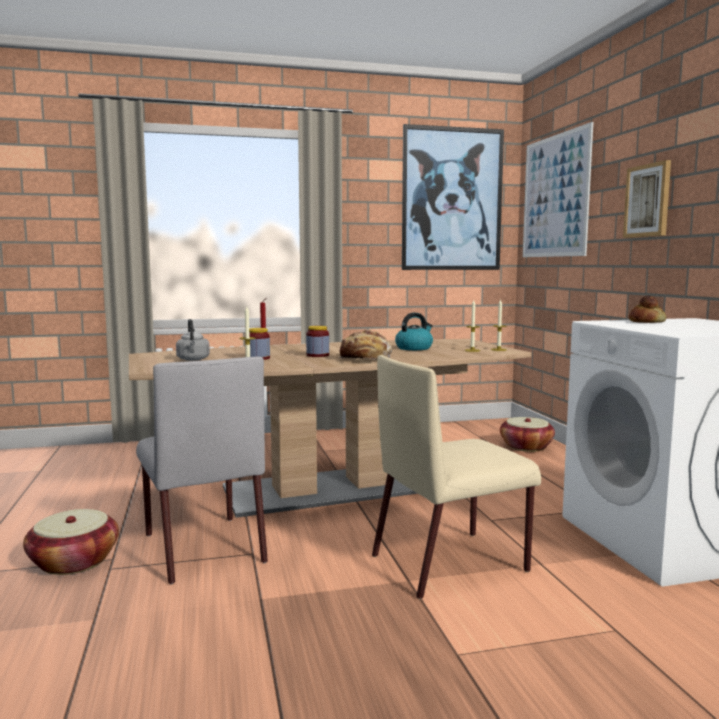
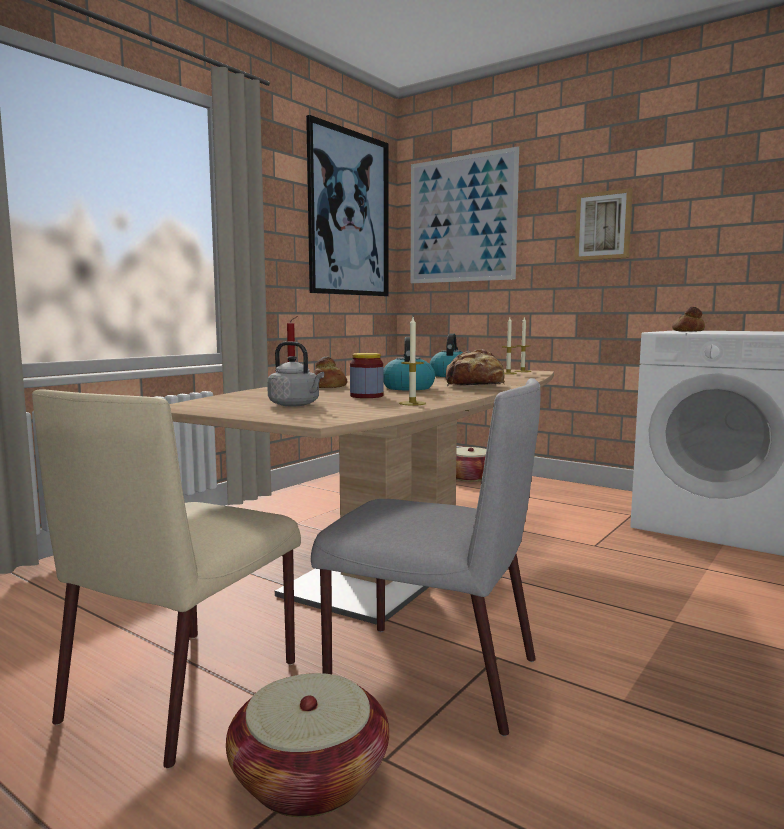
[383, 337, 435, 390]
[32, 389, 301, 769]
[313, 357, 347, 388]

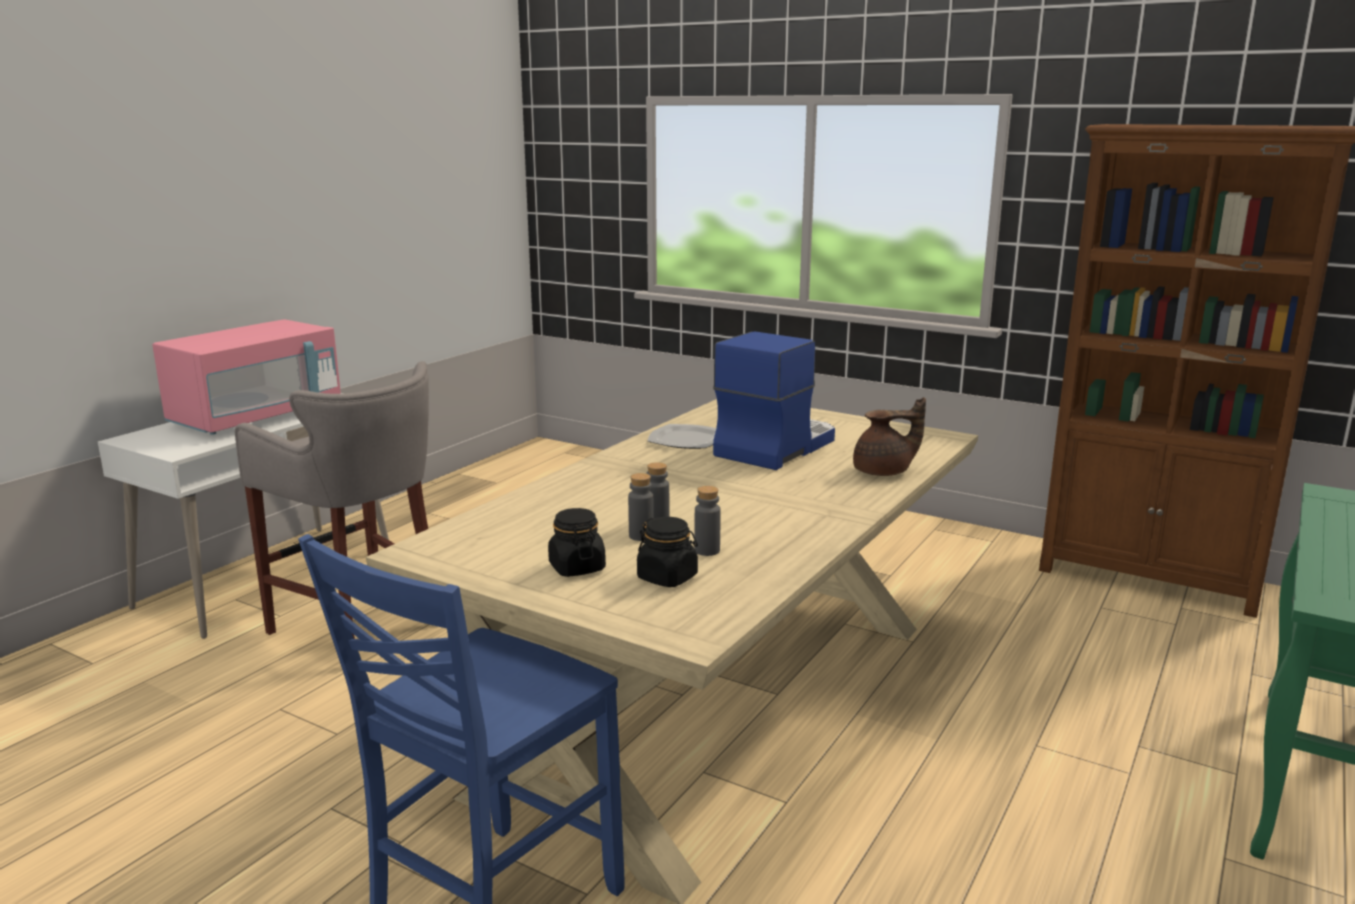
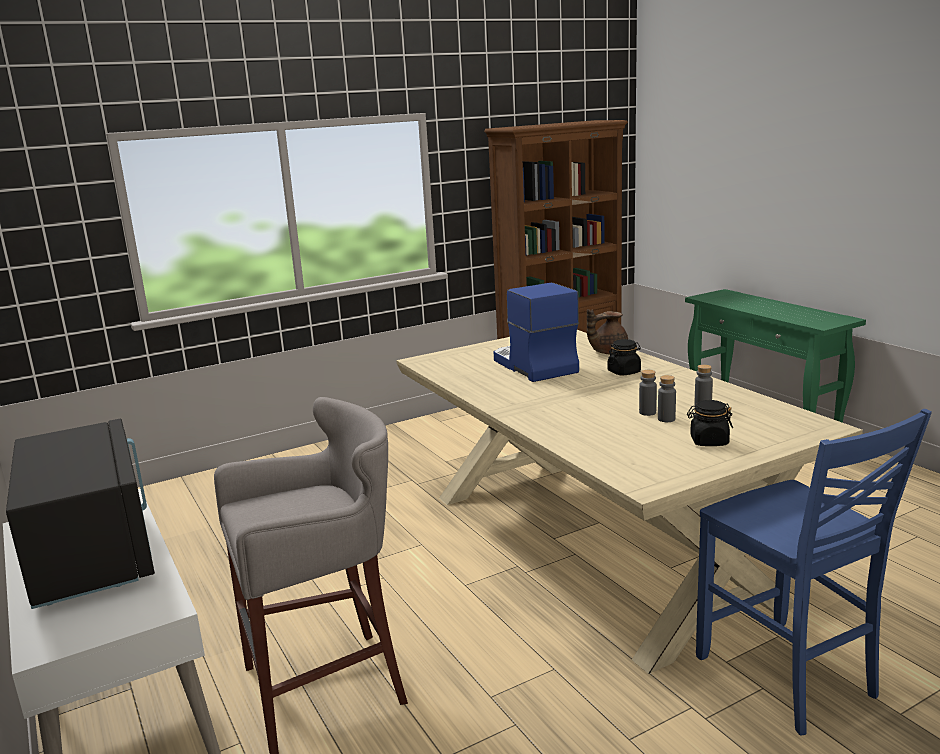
[6, 418, 155, 609]
[587, 309, 628, 354]
[648, 424, 716, 449] (first image)
[608, 339, 641, 375]

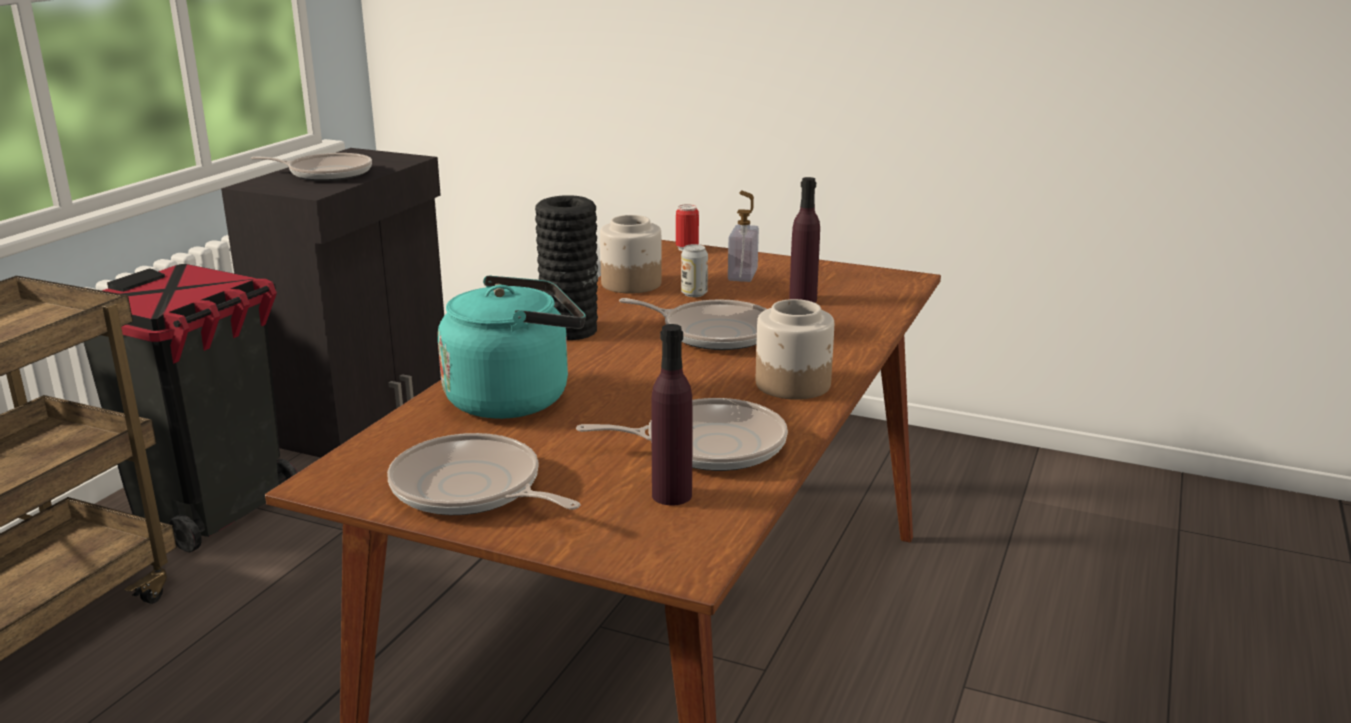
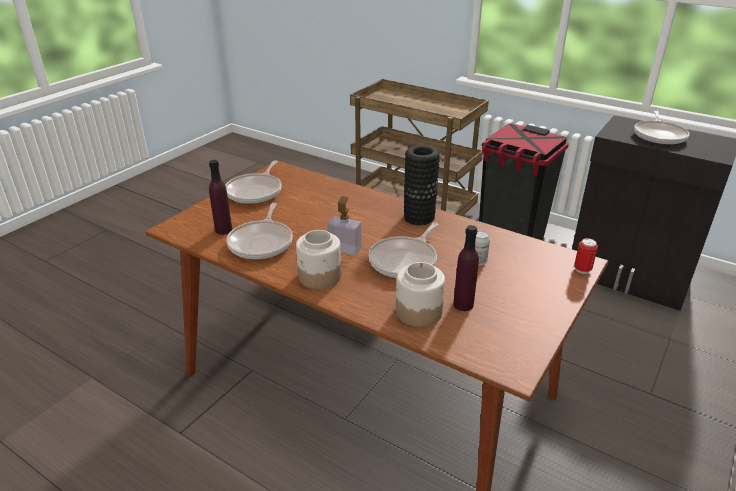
[328, 196, 361, 255]
[396, 262, 445, 327]
[438, 275, 586, 419] (first image)
[225, 160, 282, 204]

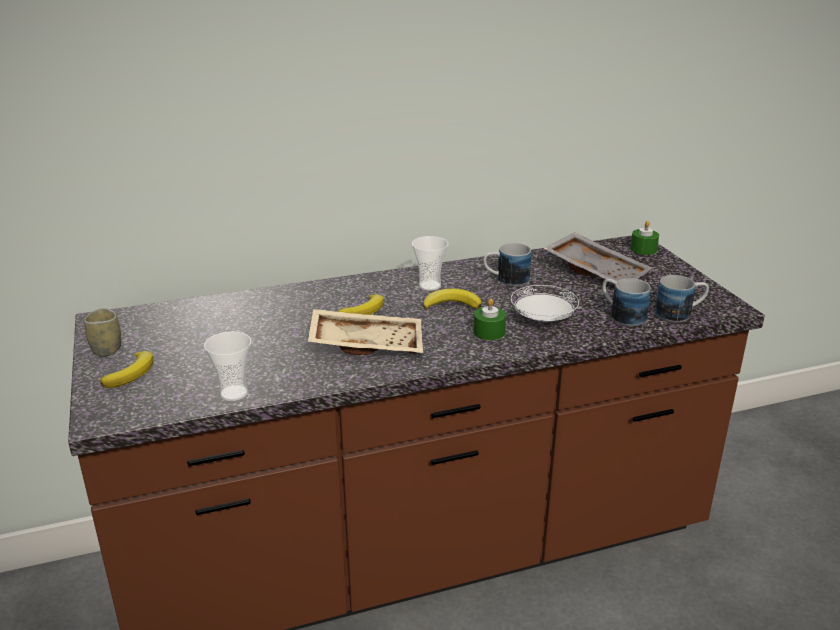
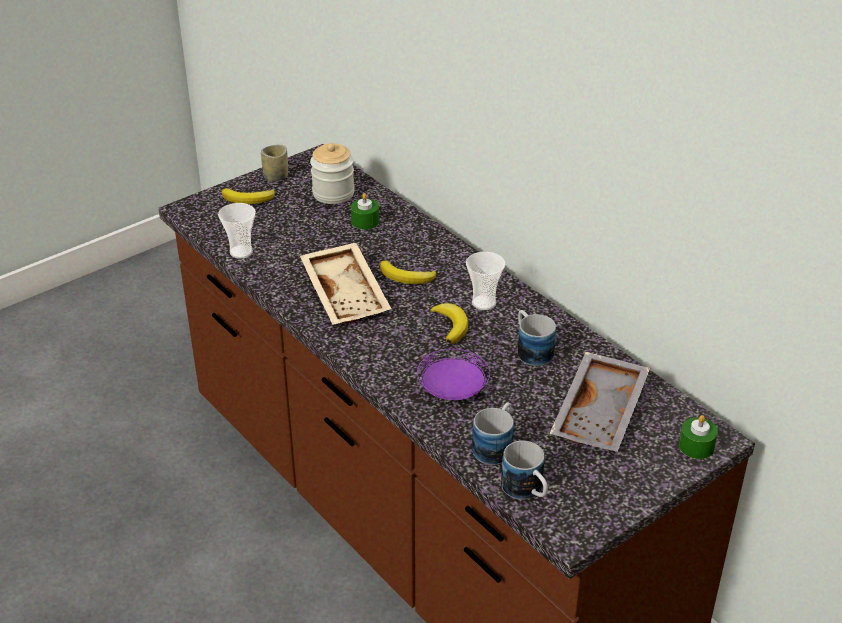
[417, 349, 490, 400]
[351, 193, 379, 230]
[310, 143, 355, 204]

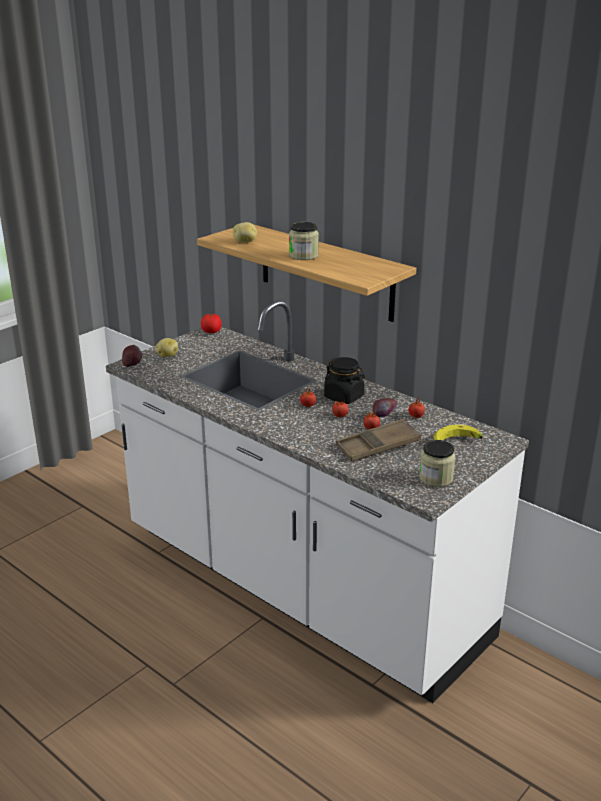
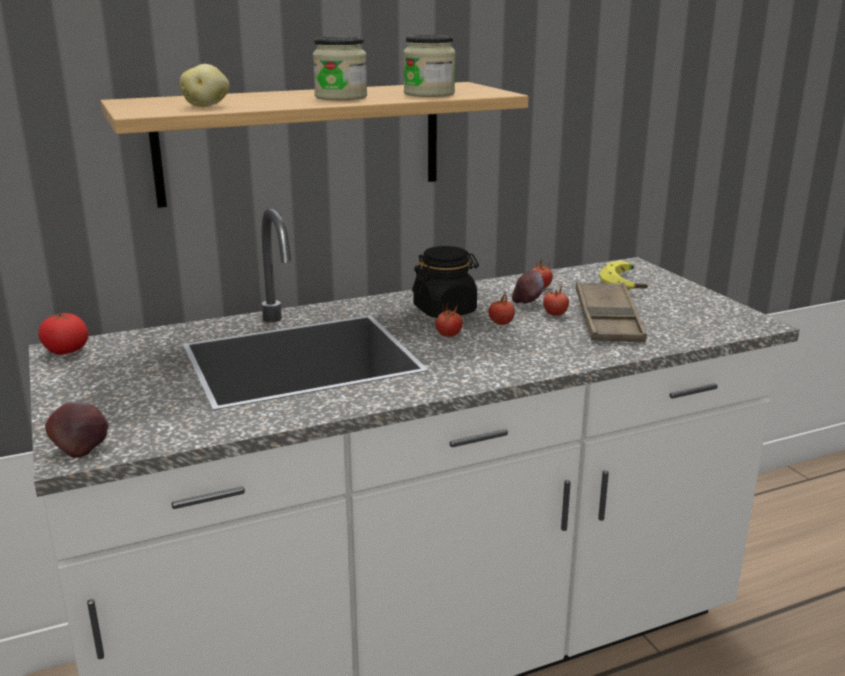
[156, 338, 178, 357] (first image)
[403, 35, 456, 97]

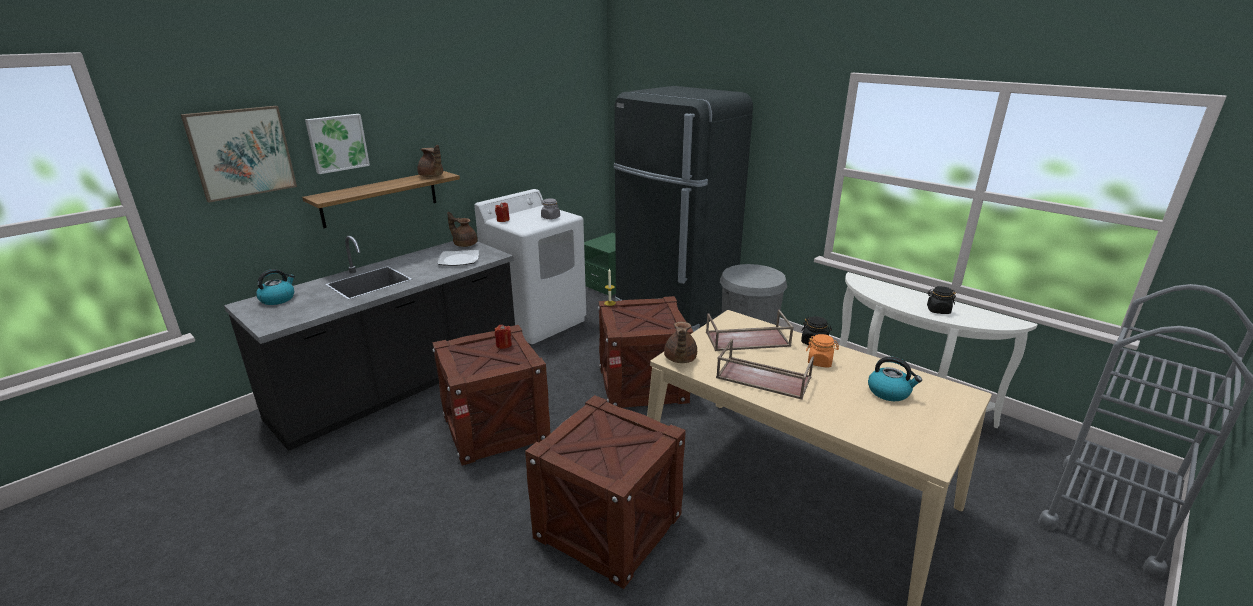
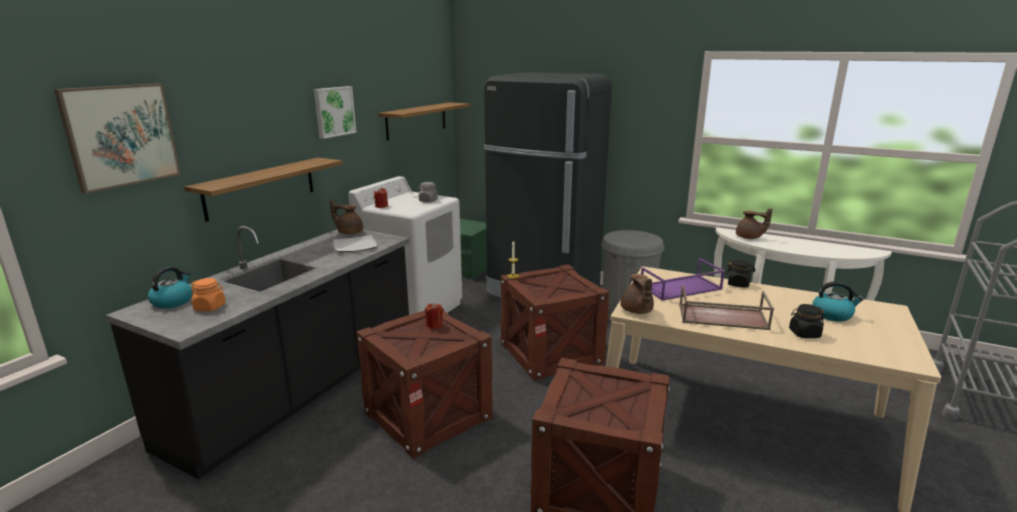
[314, 86, 356, 139]
[736, 208, 772, 239]
[789, 304, 825, 338]
[641, 258, 725, 301]
[191, 278, 226, 311]
[378, 102, 470, 141]

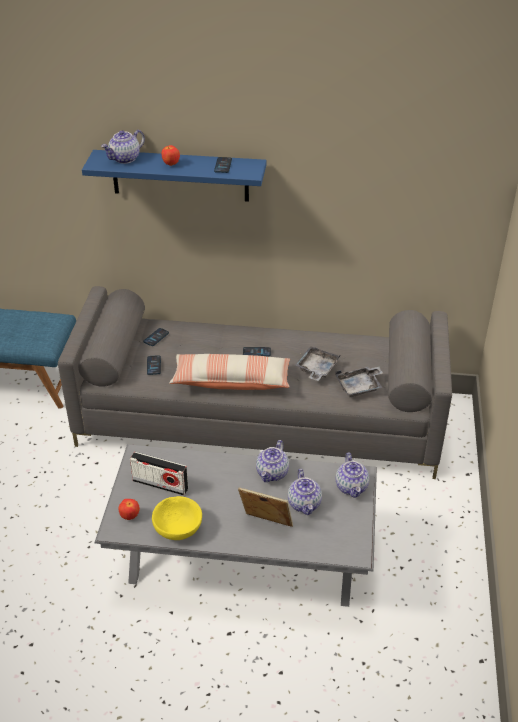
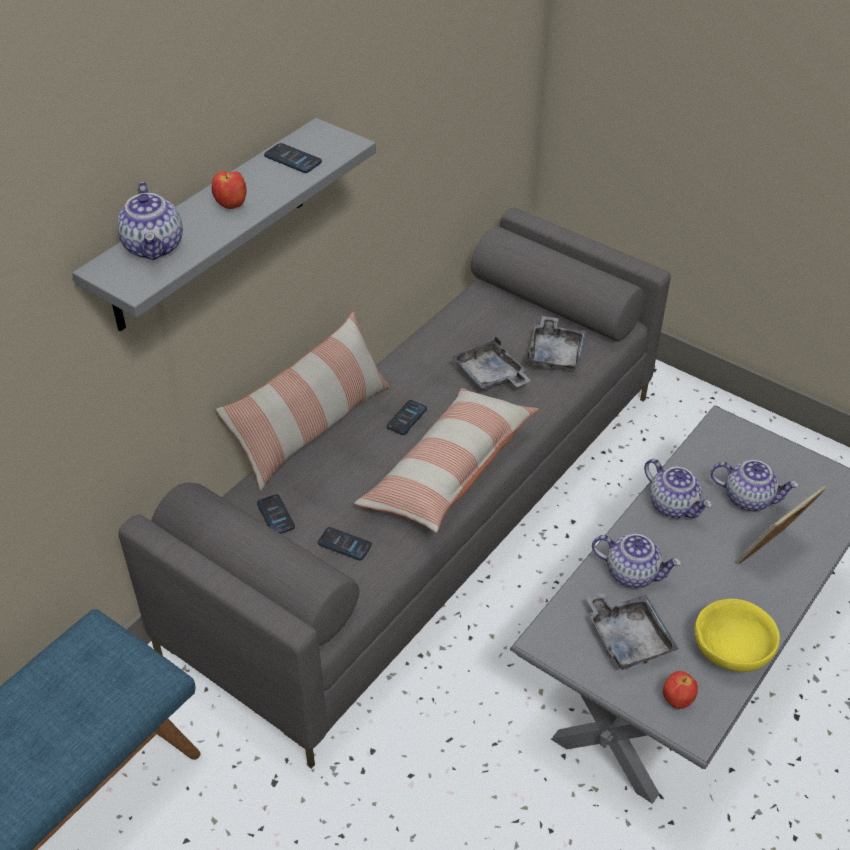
[72, 118, 376, 331]
[585, 592, 679, 670]
[592, 534, 681, 588]
[216, 312, 390, 490]

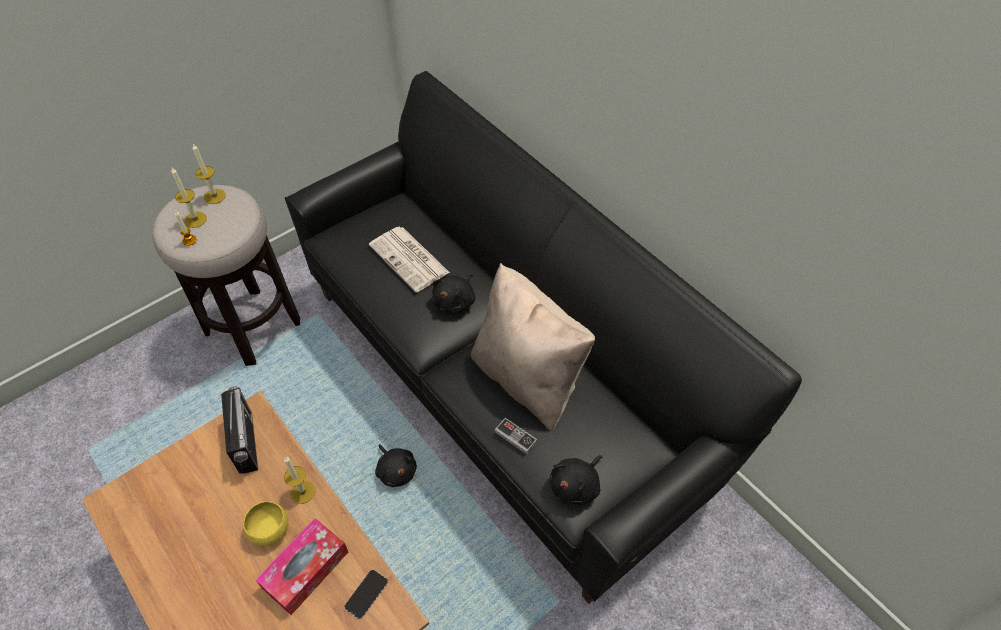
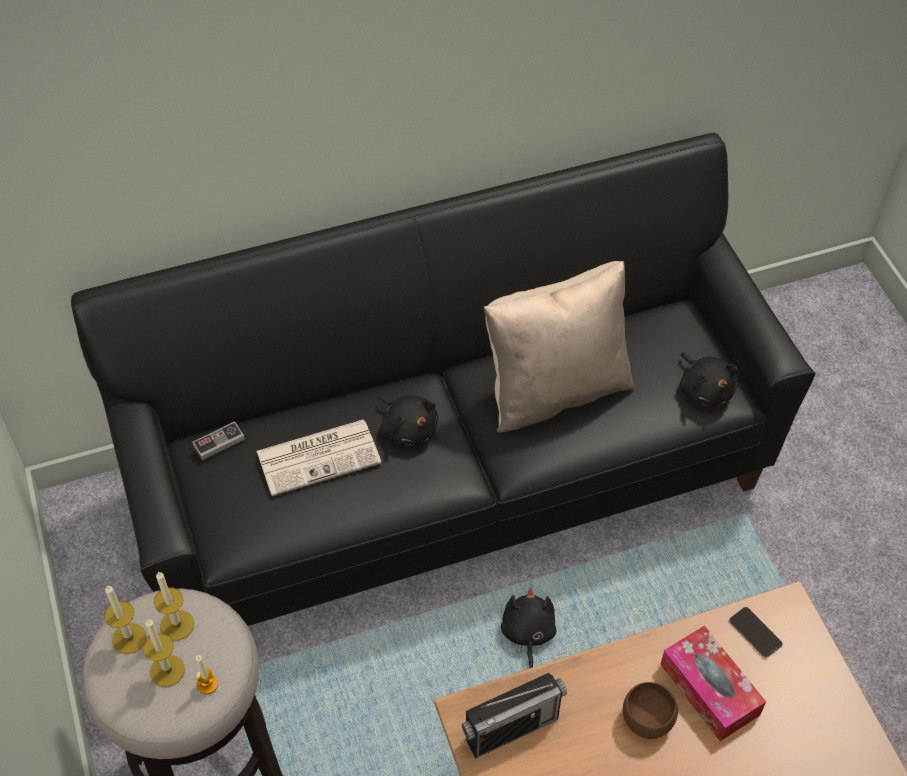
[462, 673, 567, 759]
[192, 421, 245, 460]
[501, 587, 557, 668]
[154, 571, 194, 641]
[623, 682, 678, 739]

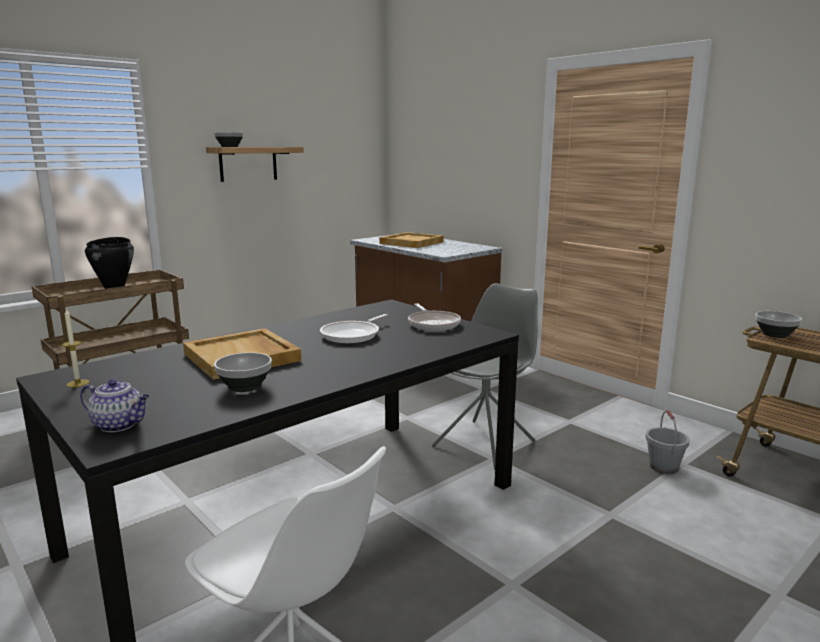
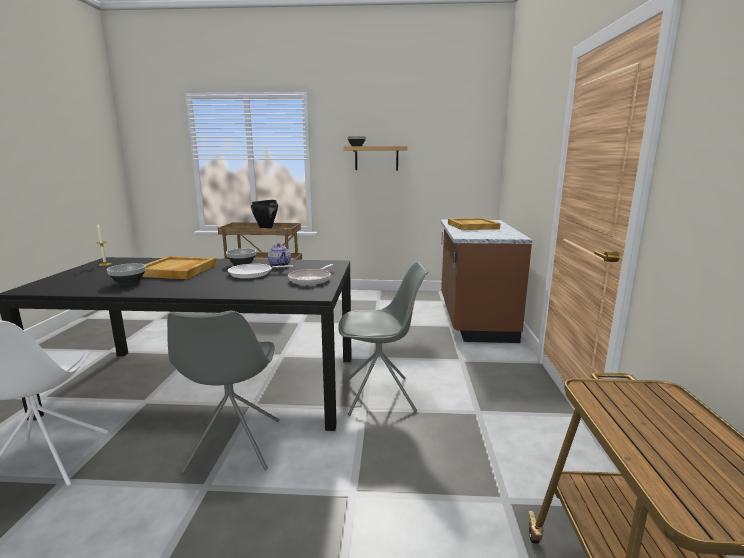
[226, 248, 256, 266]
[268, 243, 291, 266]
[645, 410, 690, 474] (first image)
[167, 311, 279, 474]

